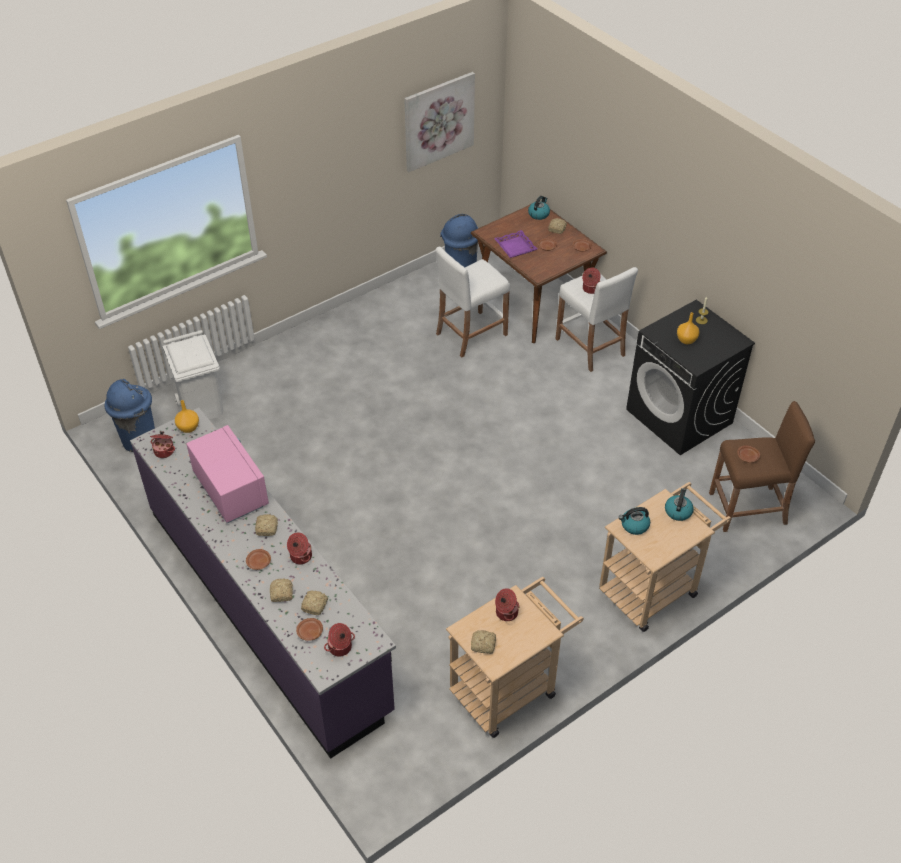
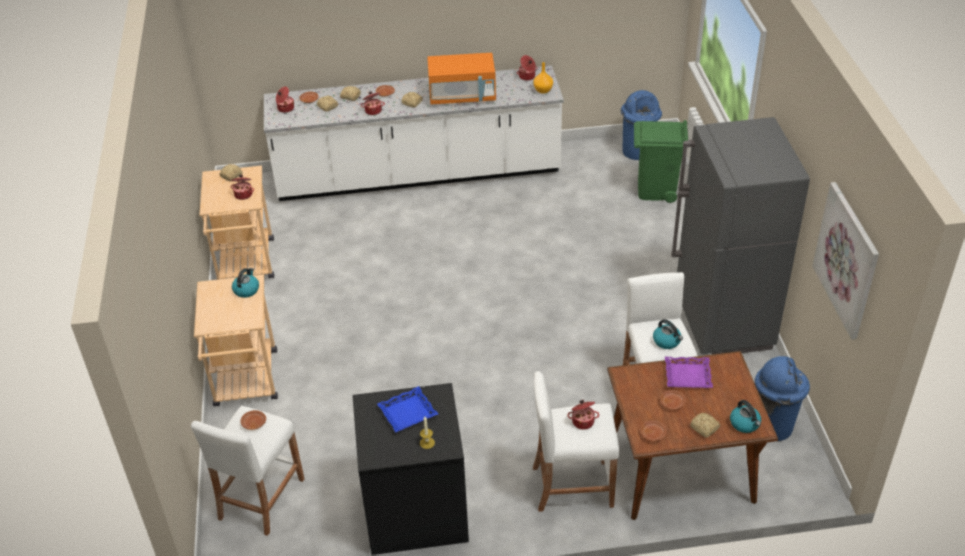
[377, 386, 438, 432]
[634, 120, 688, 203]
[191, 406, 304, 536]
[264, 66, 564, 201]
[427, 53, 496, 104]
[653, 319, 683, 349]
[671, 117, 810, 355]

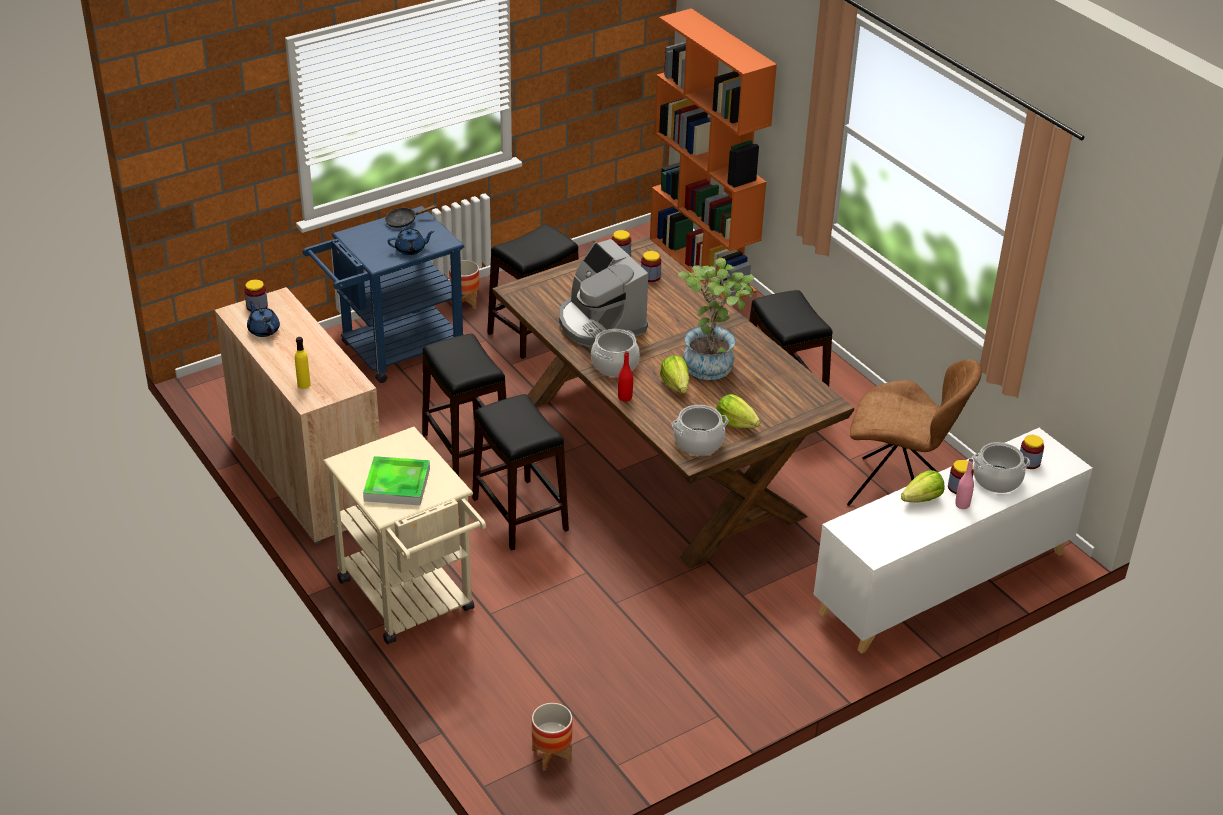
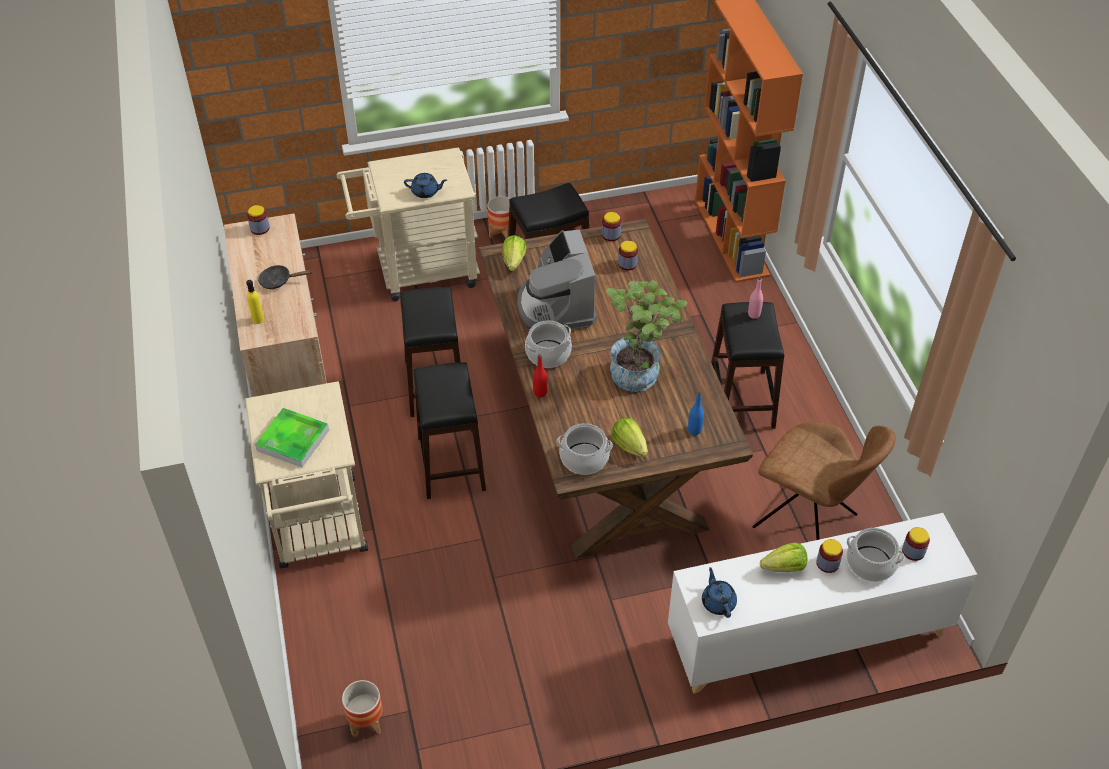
[258, 265, 313, 289]
[337, 148, 480, 301]
[702, 567, 737, 618]
[502, 235, 527, 271]
[748, 277, 763, 319]
[688, 392, 704, 435]

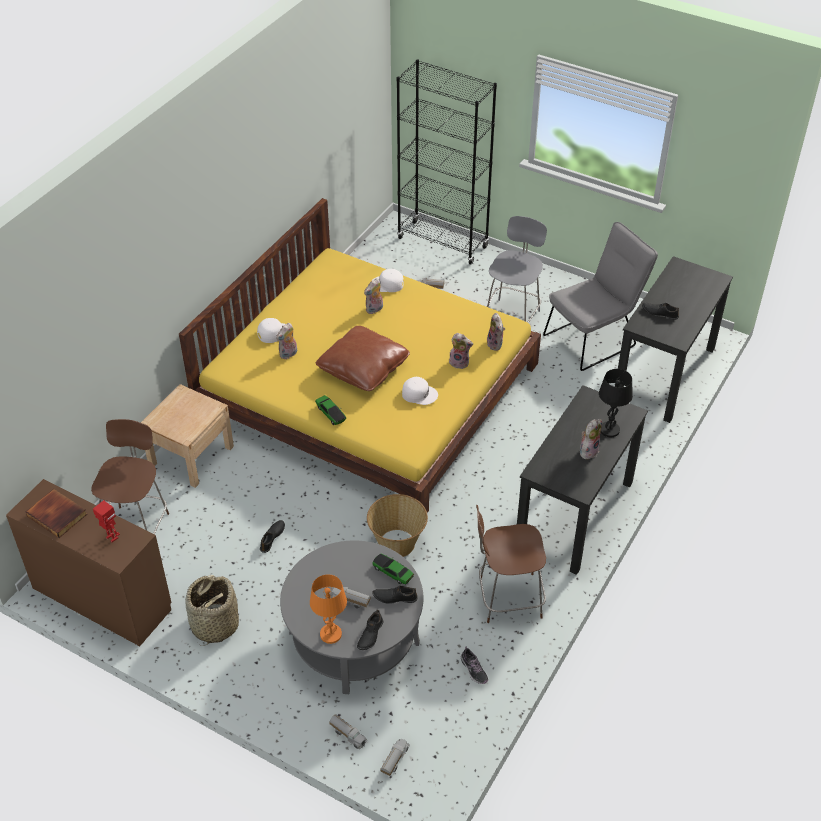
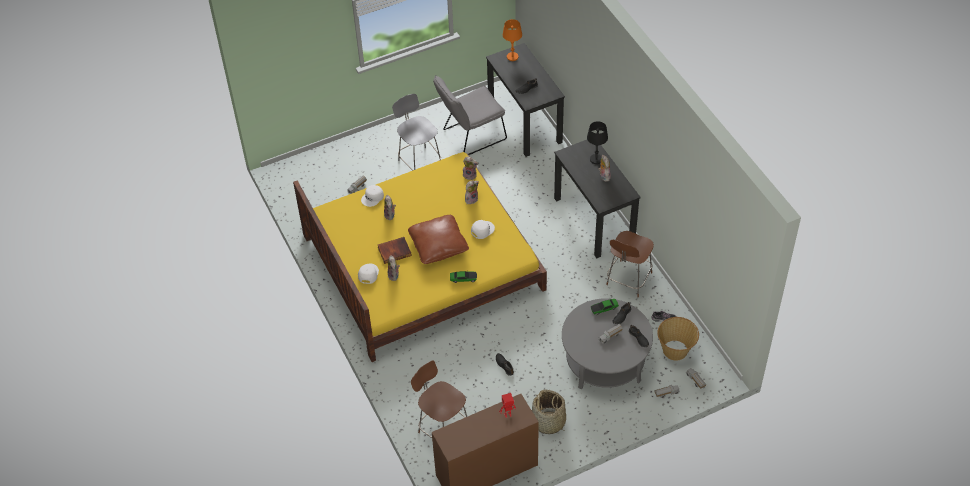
[397, 59, 497, 265] (first image)
[433, 75, 507, 155]
[141, 384, 234, 488] (first image)
[378, 237, 412, 264]
[657, 317, 699, 361]
[503, 19, 522, 61]

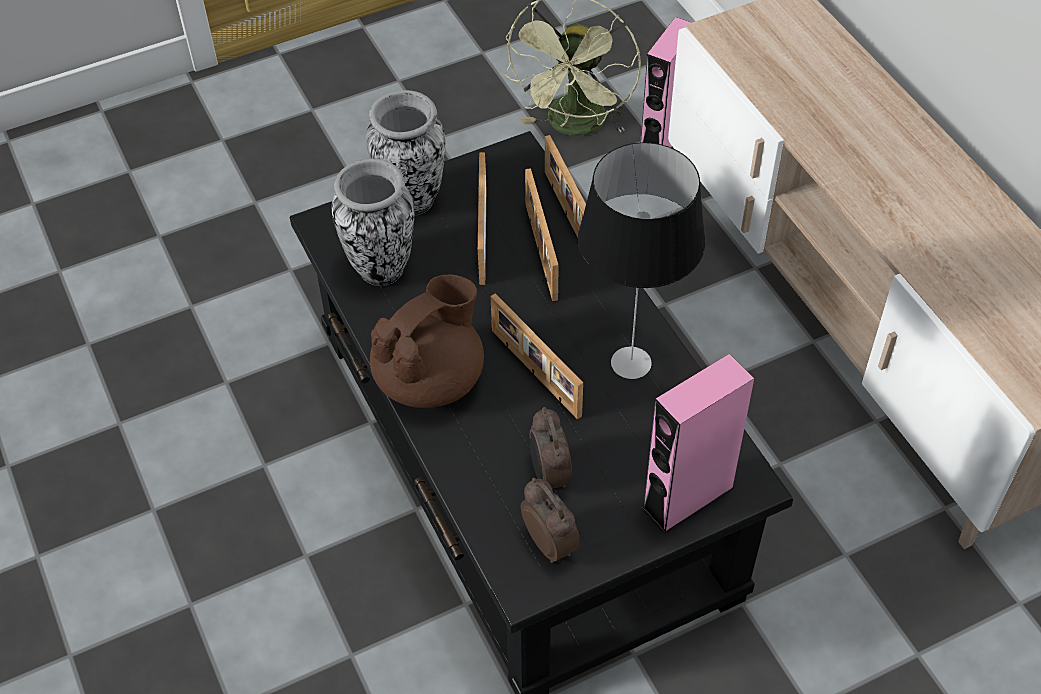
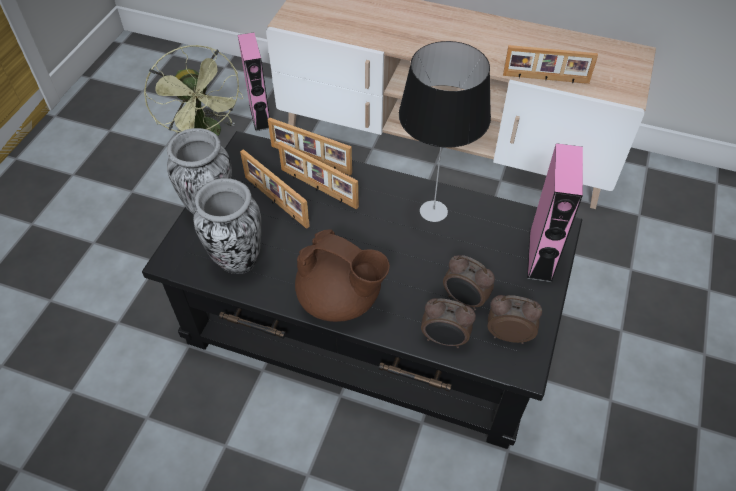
[295, 230, 390, 322]
[503, 45, 598, 84]
[421, 298, 476, 348]

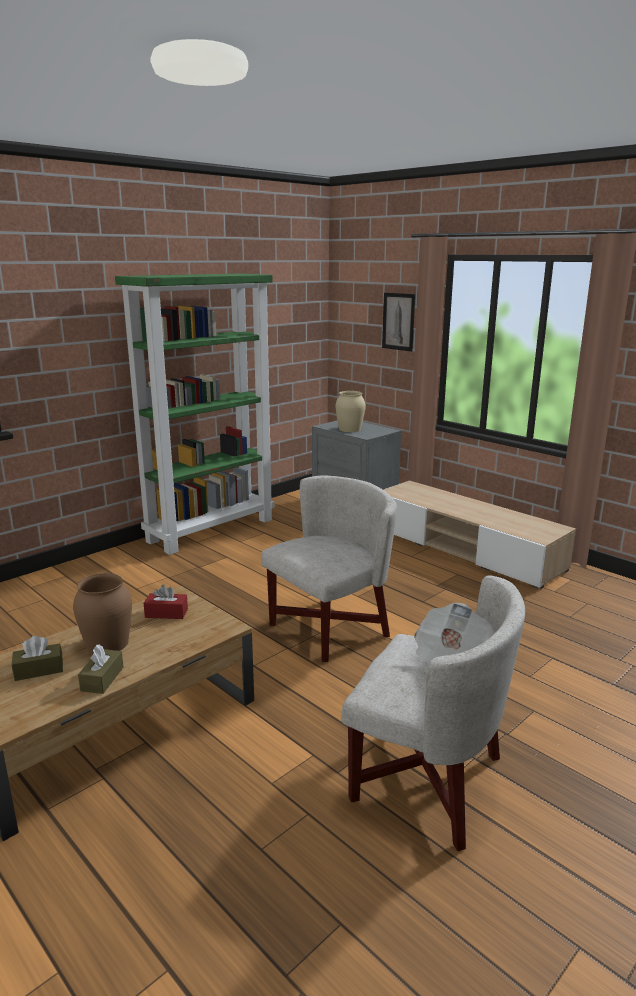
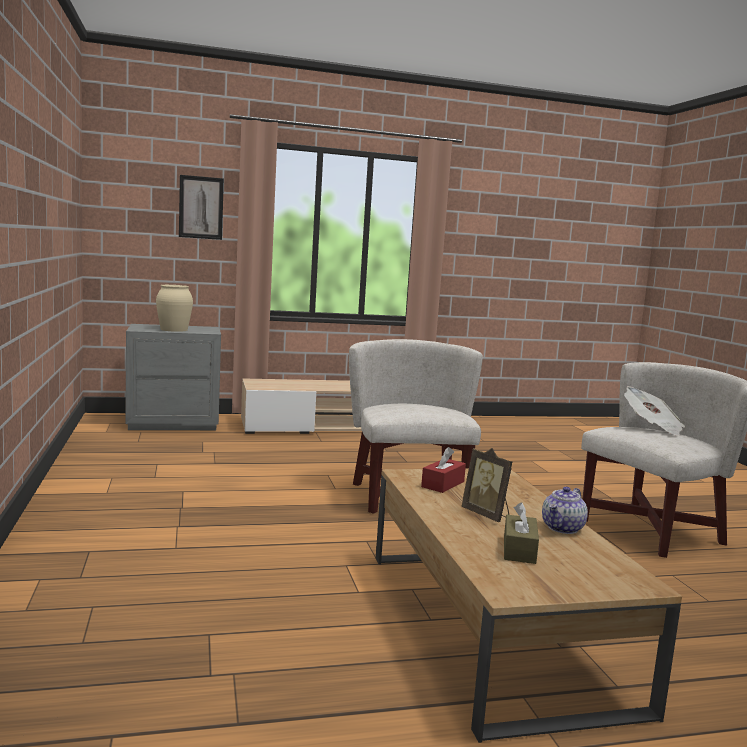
[115, 274, 274, 555] (first image)
[461, 448, 513, 522]
[542, 487, 588, 534]

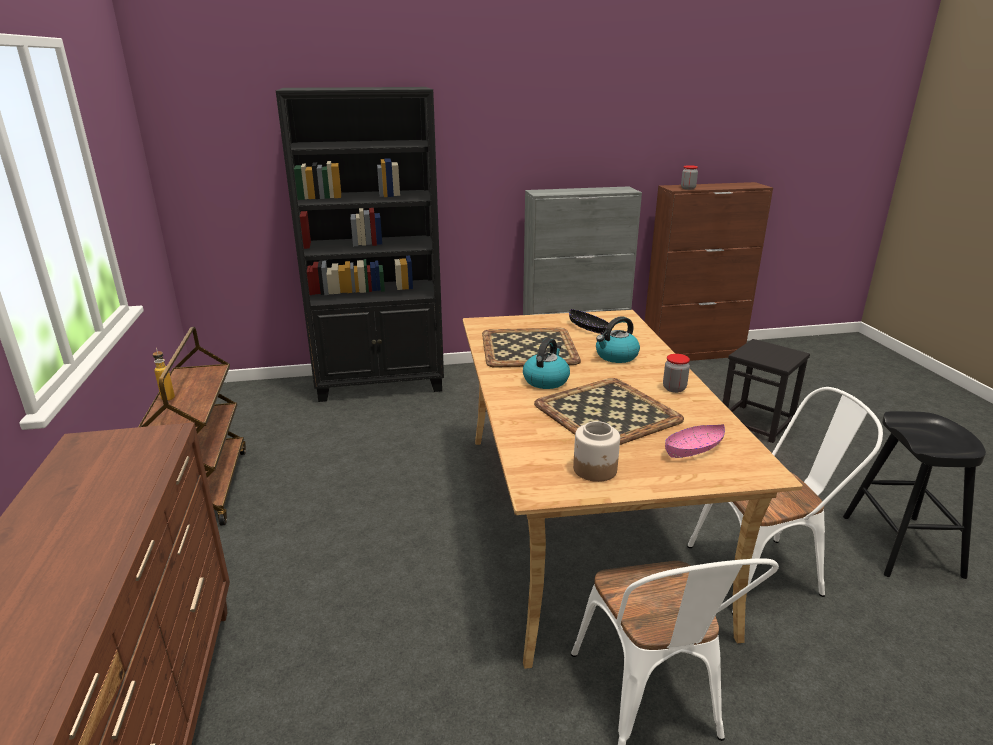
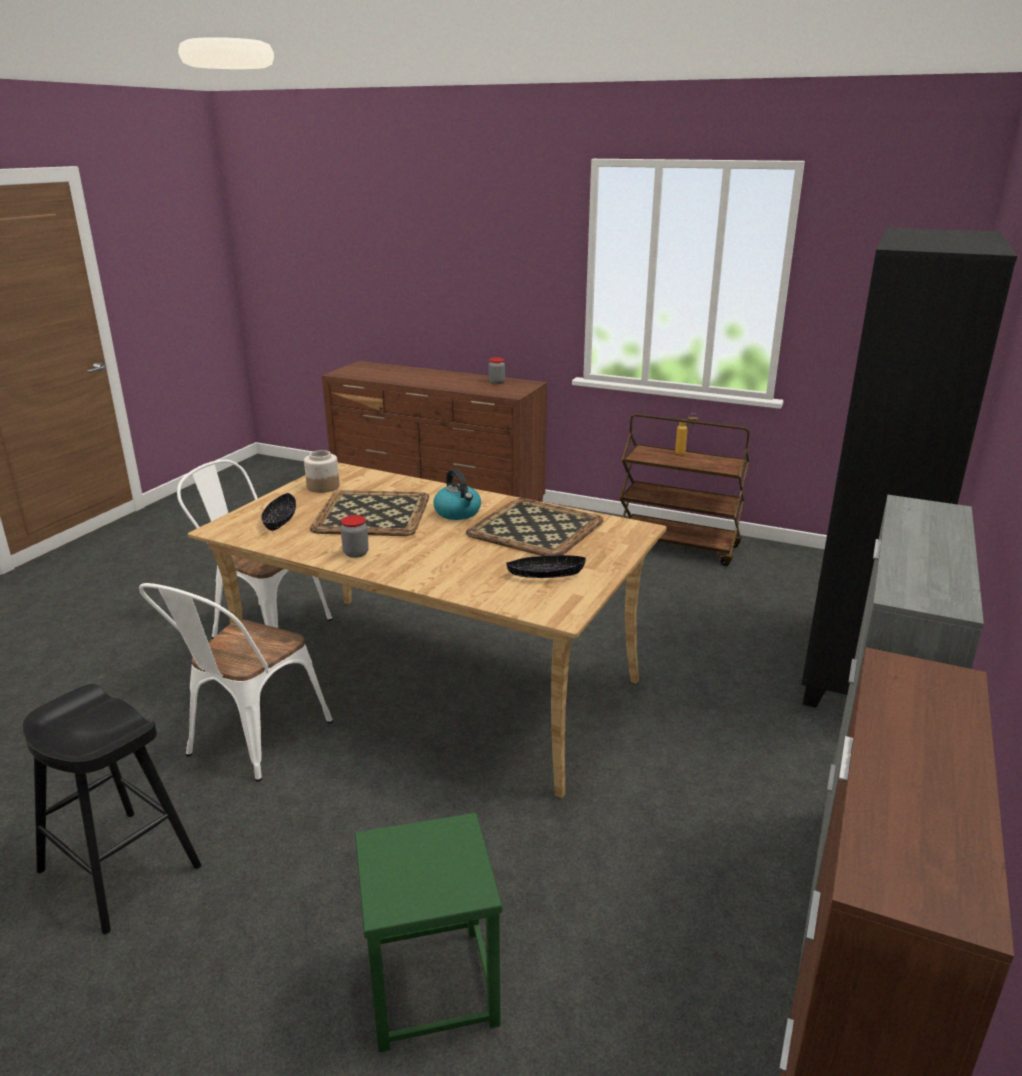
[488, 358, 505, 384]
[596, 316, 640, 363] (first image)
[355, 813, 502, 1052]
[261, 493, 296, 531]

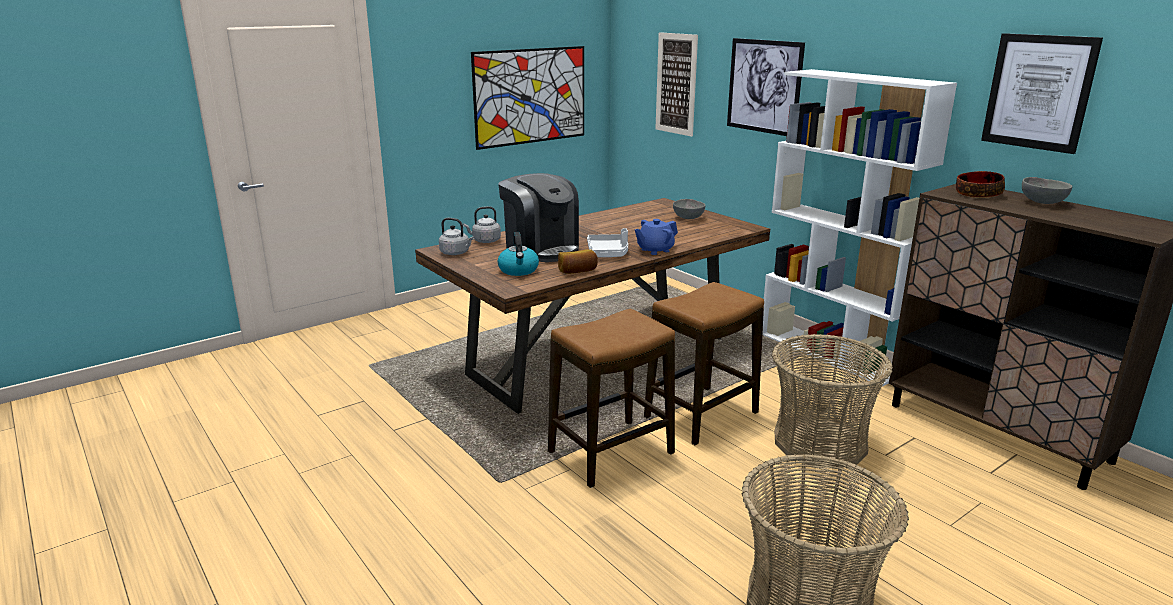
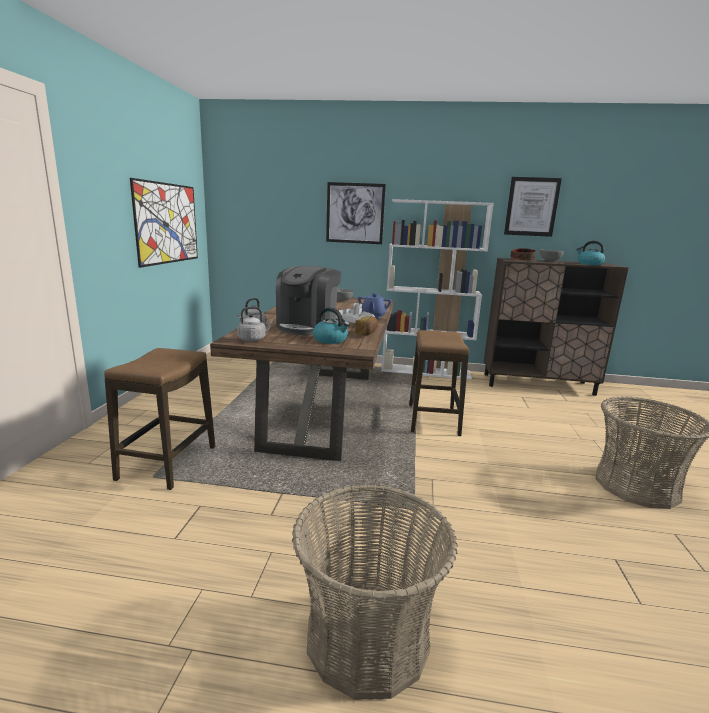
[655, 32, 698, 137] (first image)
[276, 266, 341, 335]
[104, 348, 215, 490]
[292, 485, 458, 700]
[576, 241, 605, 265]

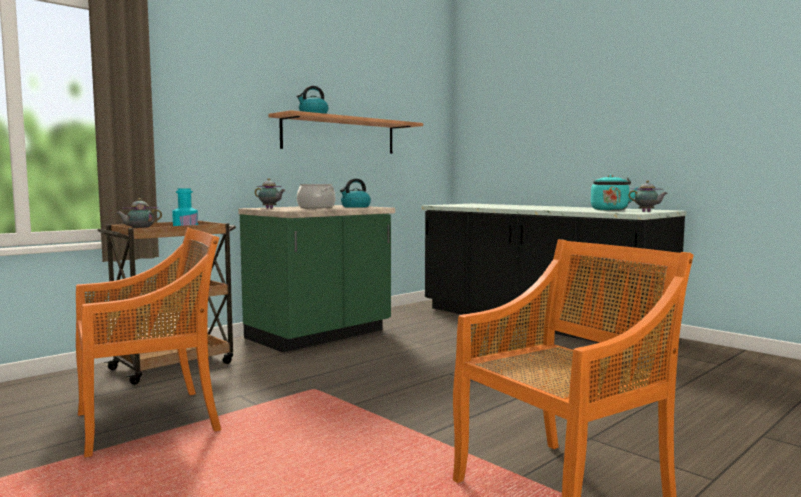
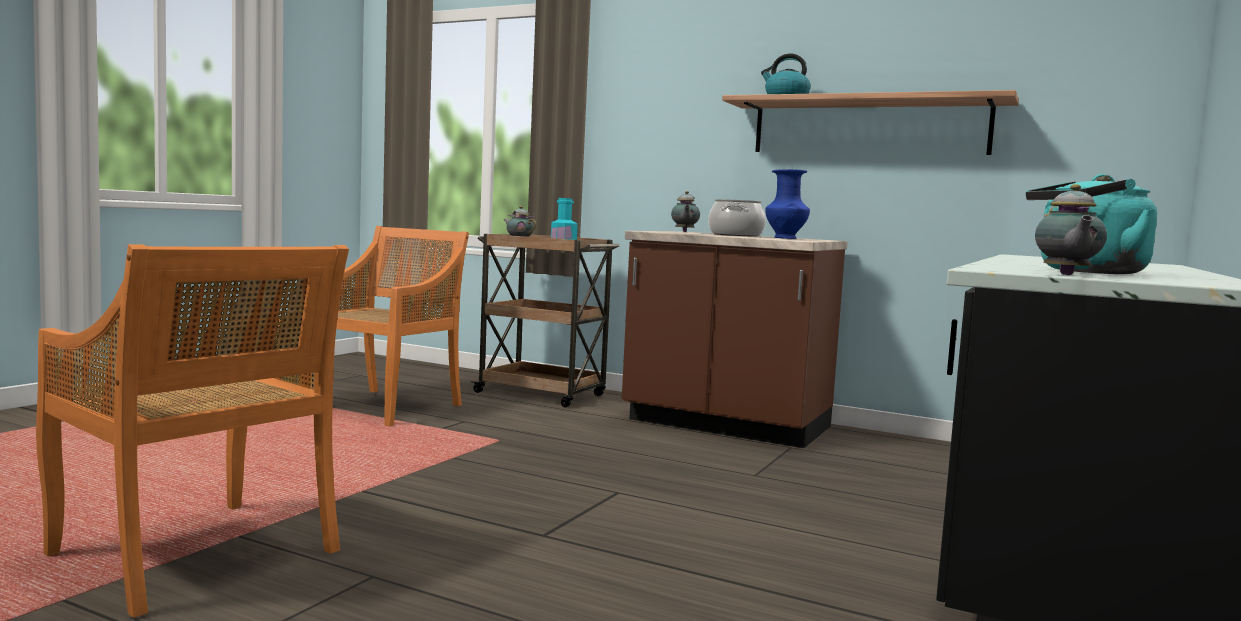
[765, 169, 810, 239]
[622, 231, 848, 448]
[299, 226, 469, 427]

